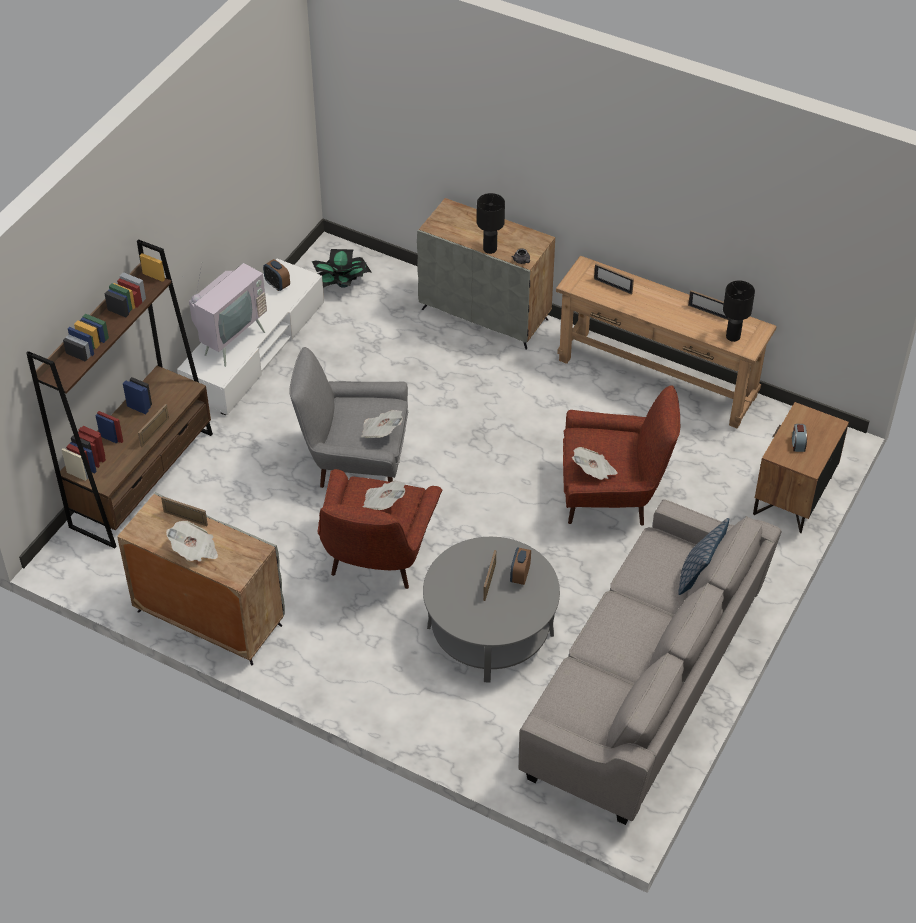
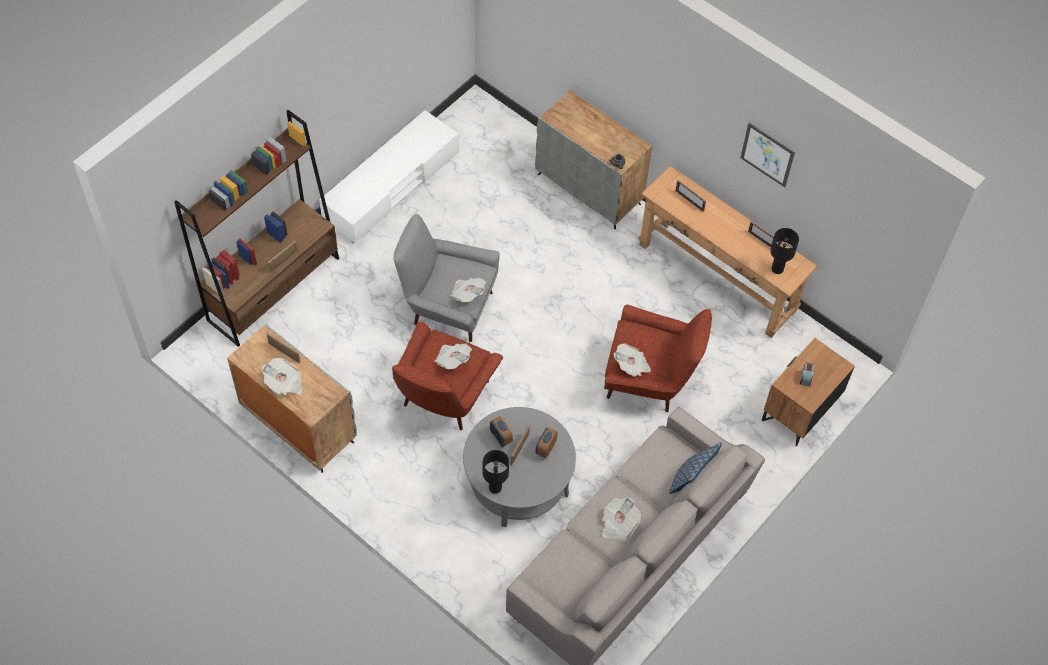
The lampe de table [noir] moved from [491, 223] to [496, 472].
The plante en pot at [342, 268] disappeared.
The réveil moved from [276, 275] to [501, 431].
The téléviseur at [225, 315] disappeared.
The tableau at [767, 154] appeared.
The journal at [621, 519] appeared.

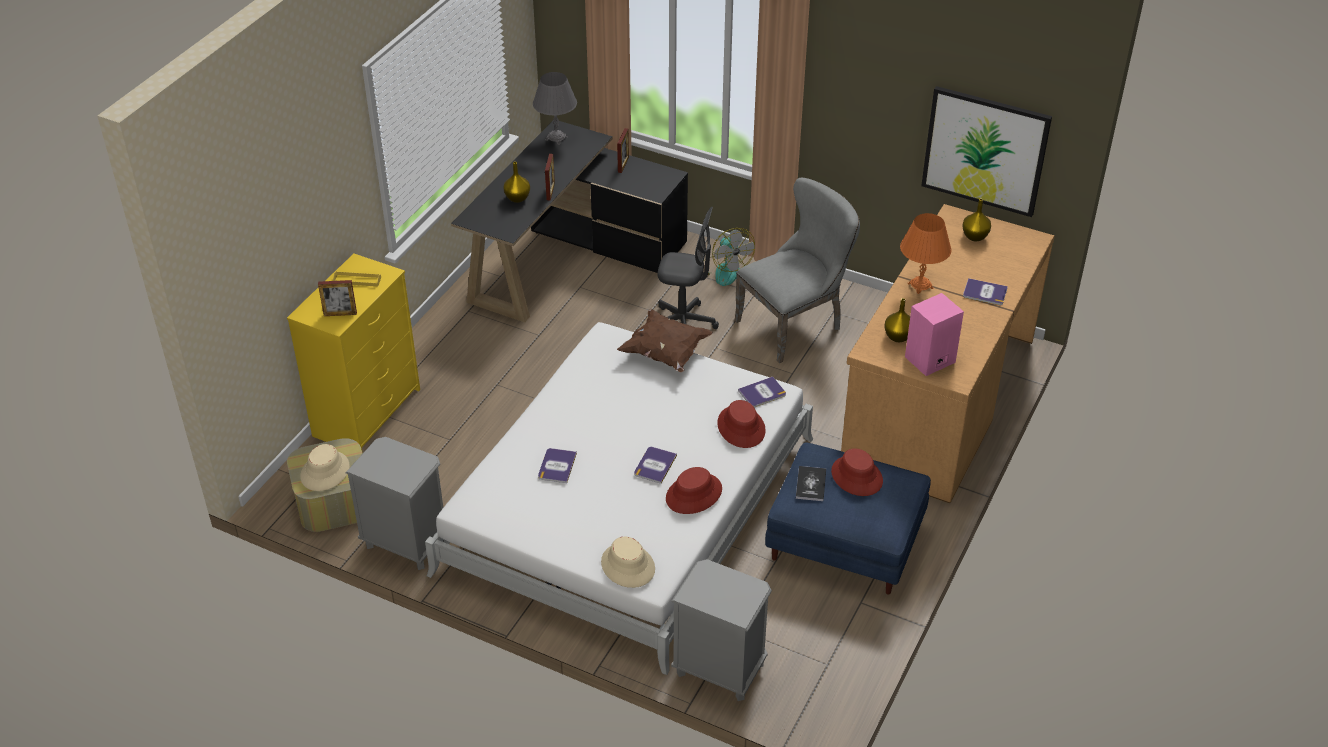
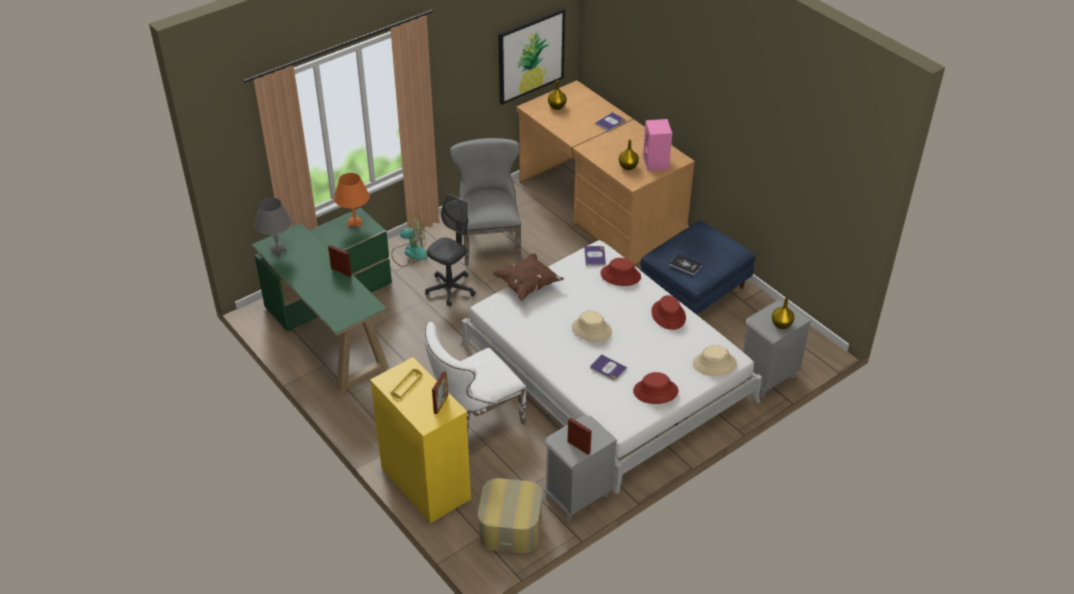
The bureau [noir] at [569, 220] became the bureau [vert] at [322, 299].
The cadre photo moved from [623, 150] to [579, 436].
The vase [jaune] moved from [516, 182] to [783, 313].
The lampe de table [orange] moved from [926, 253] to [352, 200].
The chapeau [beige] moved from [325, 467] to [592, 326].
The livre at [655, 465] disappeared.
The chapeau [rouge] moved from [857, 472] to [656, 388].
The chaise [blanc] at [475, 376] appeared.

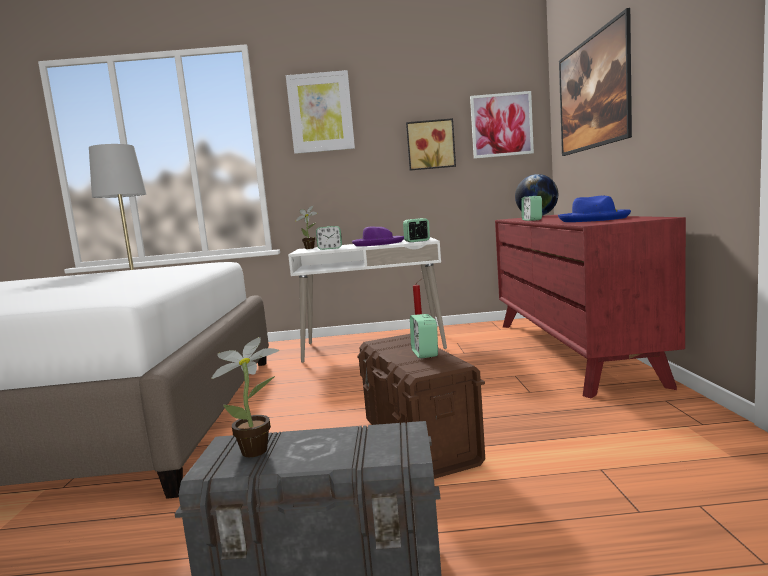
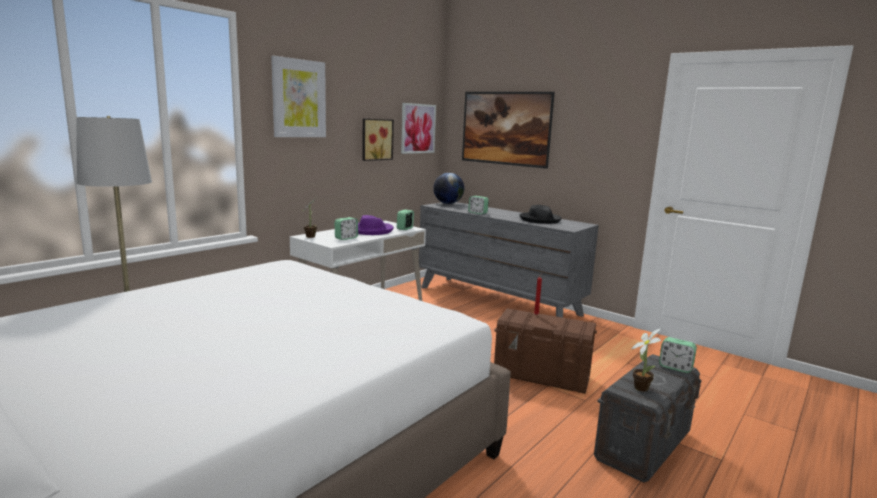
The chapeau [bleu] at [594, 209] became the chapeau [noir] at [540, 214].
The commode [rouge] at [590, 306] became the commode [gris] at [509, 260].
The réveil moved from [424, 336] to [678, 355].

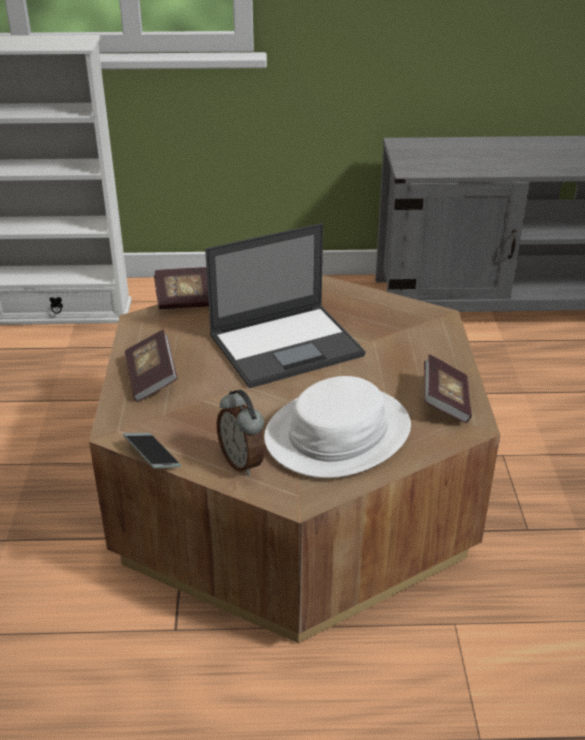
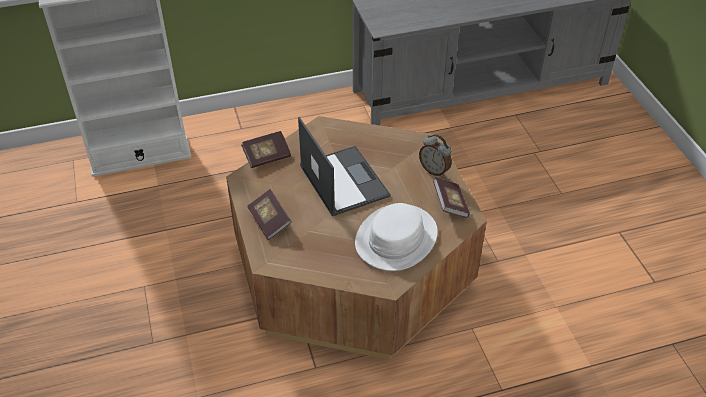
The ordinateur portable at [285, 305] turned 75 degrees counterclockwise.
The réveil moved from [240, 433] to [435, 155].
The téléphone at [152, 450] disappeared.

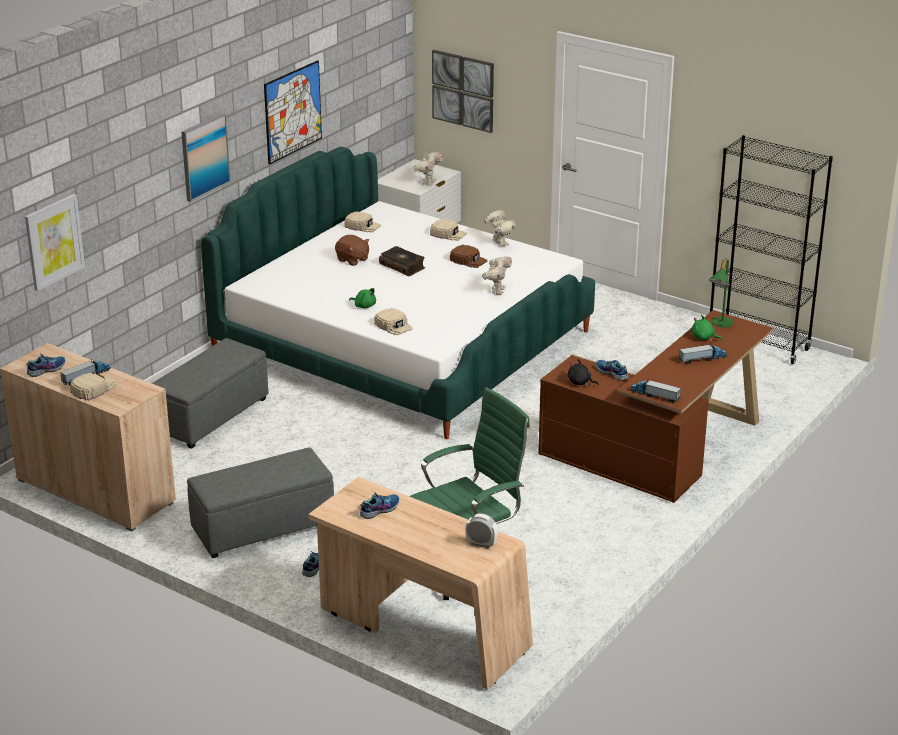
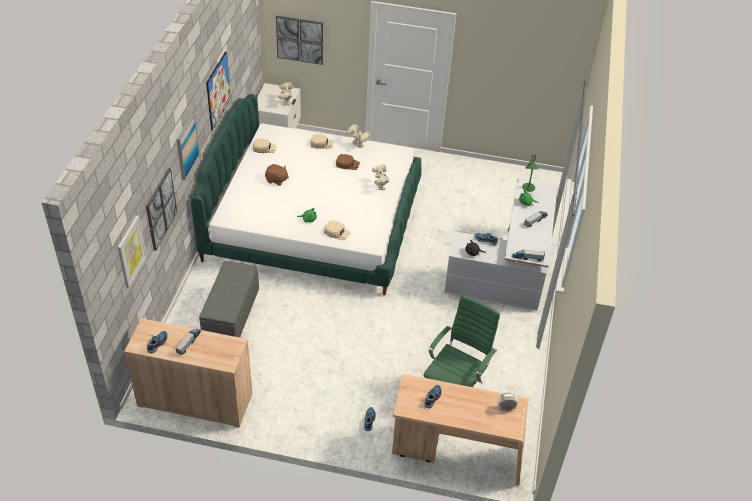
The bibliothèque [noir] at [771, 249] disappeared.
The livre at [402, 261] disappeared.
The bureau [marron] at [655, 406] became the bureau [blanc] at [501, 244].
The casquette [beige] at [93, 387] disappeared.
The pouf [gris] at [260, 502] disappeared.
The tableau at [161, 209] appeared.

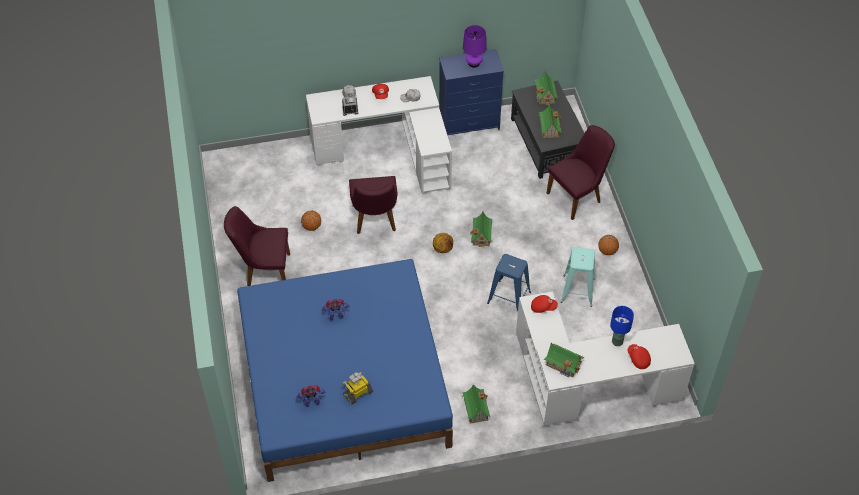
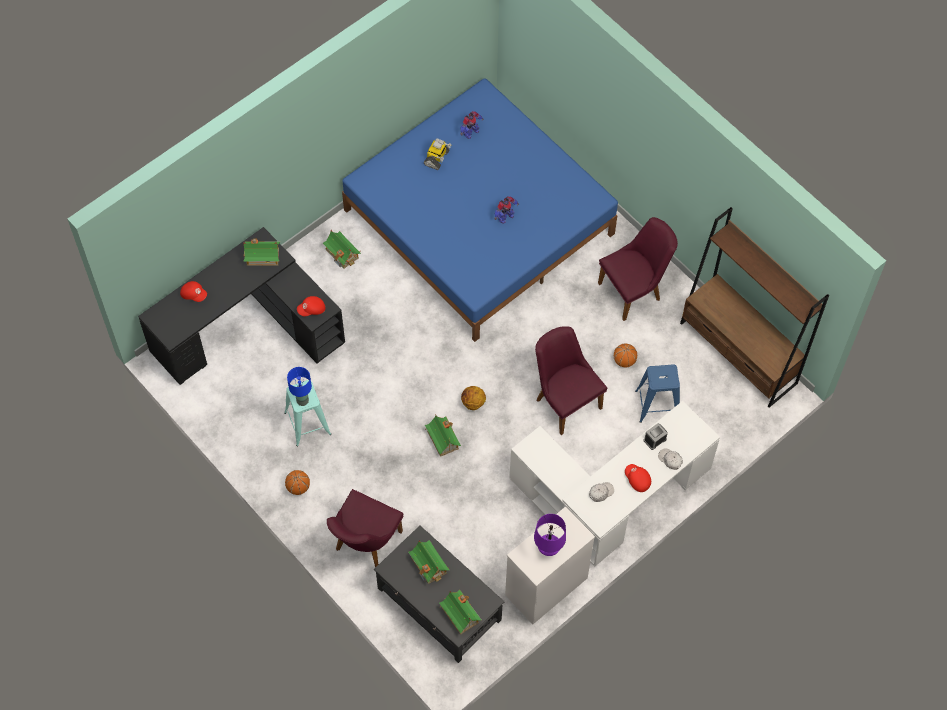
The commode [bleu] at [471, 92] became the commode [blanc] at [550, 565].
The tabouret [bleu] moved from [509, 282] to [657, 393].
The bureau [blanc] at [605, 359] became the bureau [noir] at [241, 306].
The lampe de table [bleu] moved from [622, 326] to [299, 386].
The bibliothèque [marron] at [754, 307] appeared.

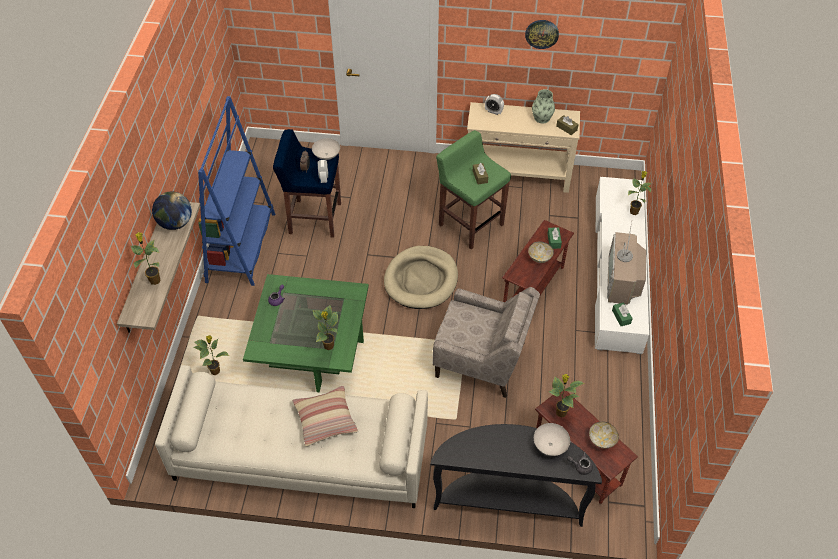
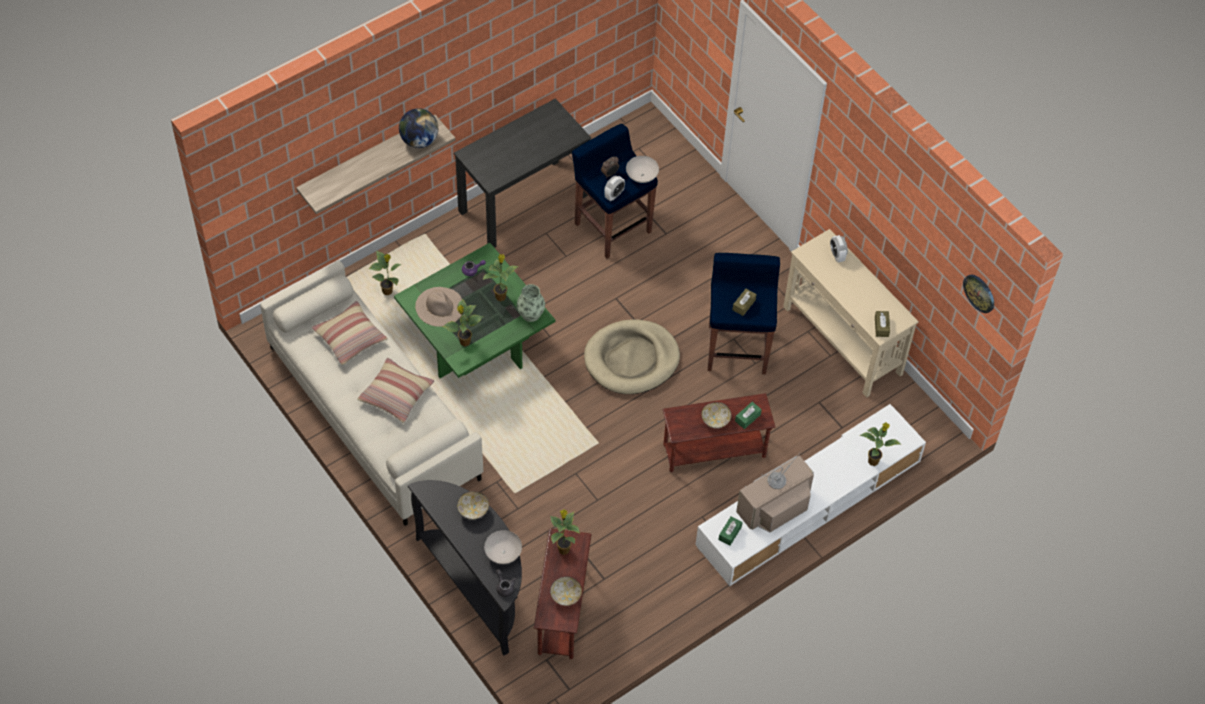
The horloge murale moved from [542, 34] to [978, 294].
The vase moved from [543, 106] to [531, 303].
The bibliothèque [bleu] at [236, 191] was replaced by the bureau [noir] at [522, 173].
The tabouret [vert] at [473, 189] became the tabouret [bleu] at [744, 313].
The plante en pot moved from [146, 258] to [501, 277].
The fauteuil [beige] at [486, 342] disappeared.
The chapeau [beige] at [438, 307] appeared.
The coussin at [350, 333] appeared.
The bol at [473, 505] appeared.

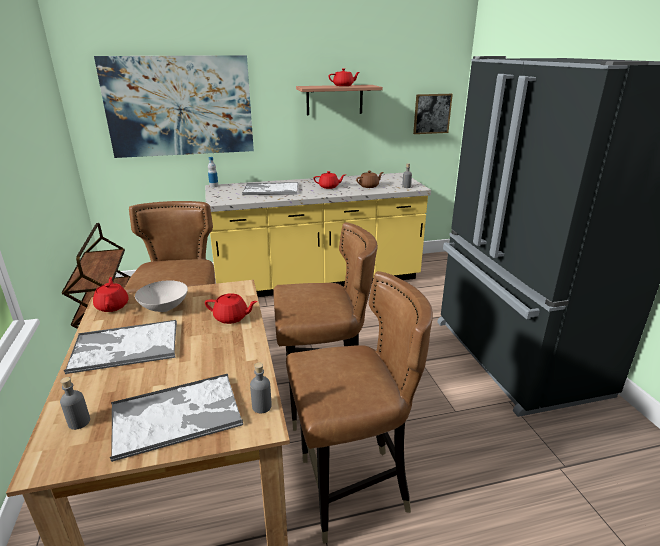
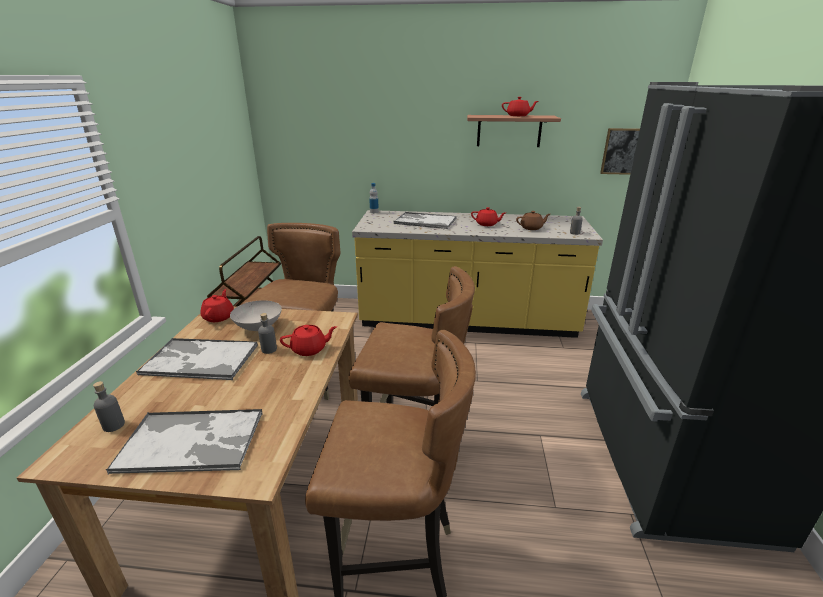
The tableau at [174, 106] disappeared.
The théière [rouge] at [231, 308] turned 45 degrees counterclockwise.
The bouteille [gris] moved from [261, 388] to [267, 333].

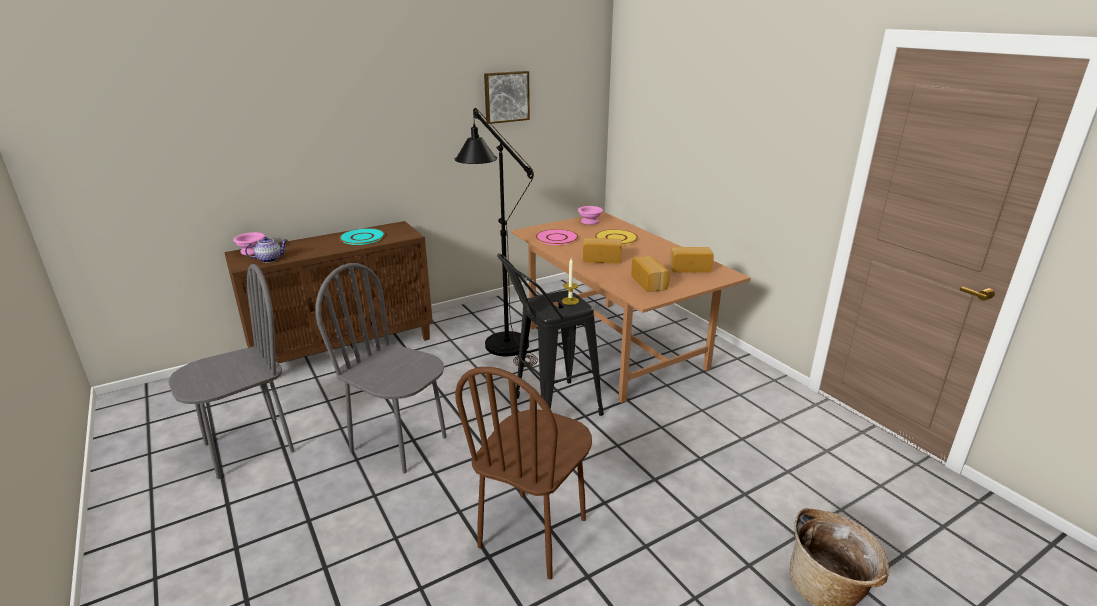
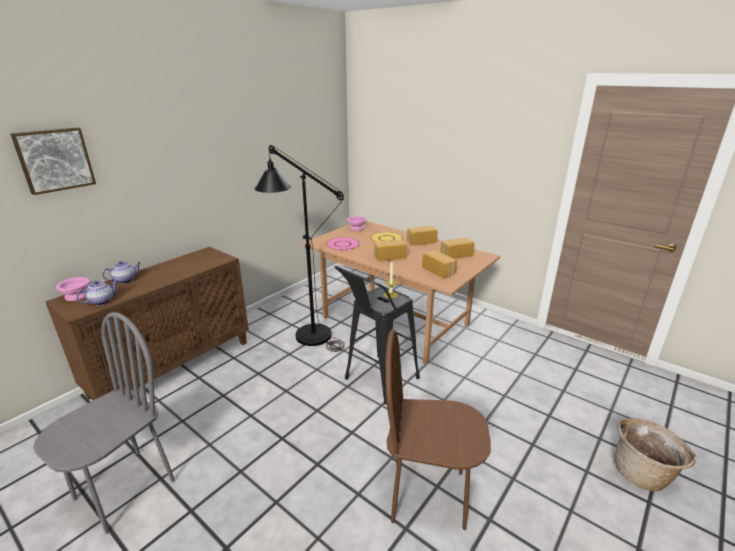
The tableau moved from [507, 97] to [53, 161].
The assiette [turquoise] at [362, 236] disappeared.
The chaise [gris] at [380, 368] disappeared.
The chaise [marron] at [523, 473] turned 90 degrees clockwise.
The pain at [422, 236] appeared.
The théière at [121, 272] appeared.

